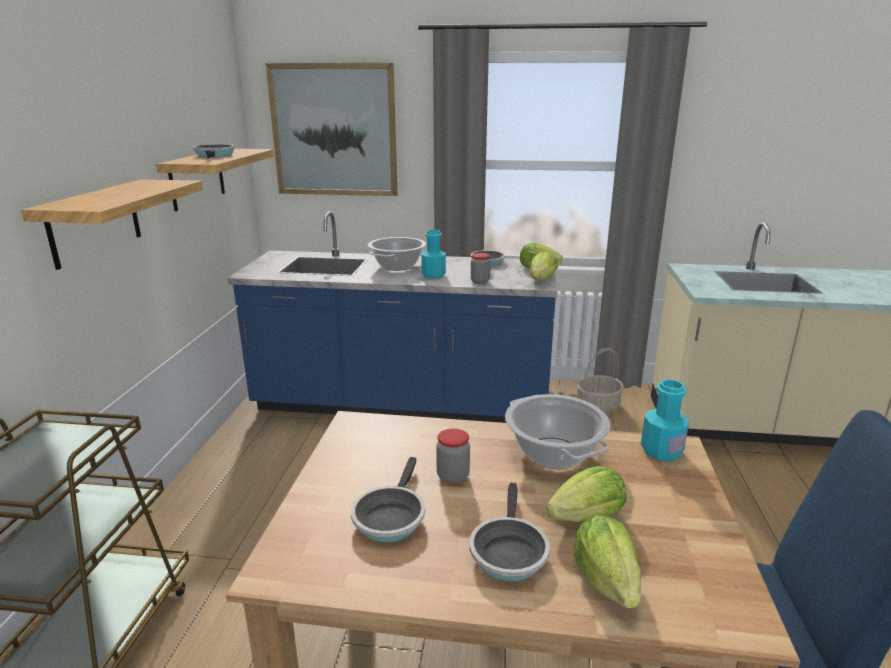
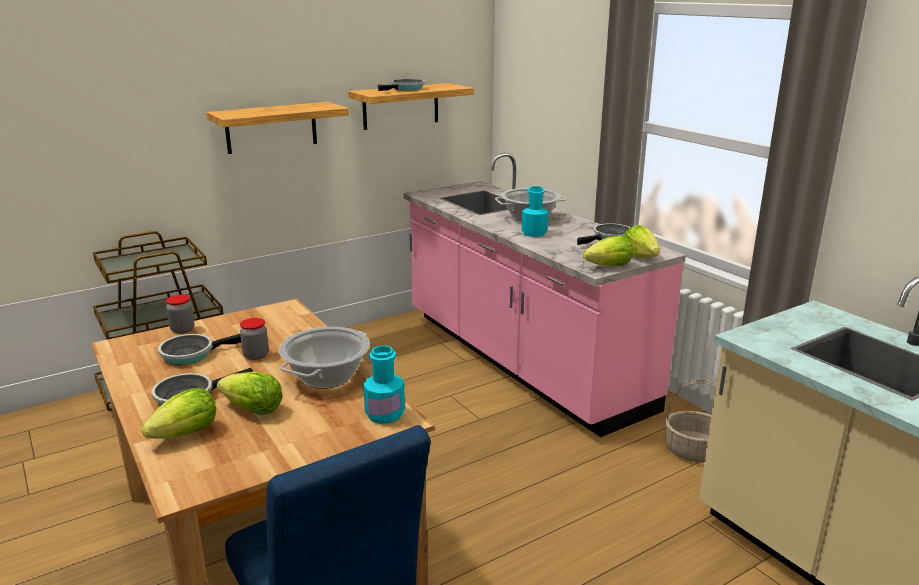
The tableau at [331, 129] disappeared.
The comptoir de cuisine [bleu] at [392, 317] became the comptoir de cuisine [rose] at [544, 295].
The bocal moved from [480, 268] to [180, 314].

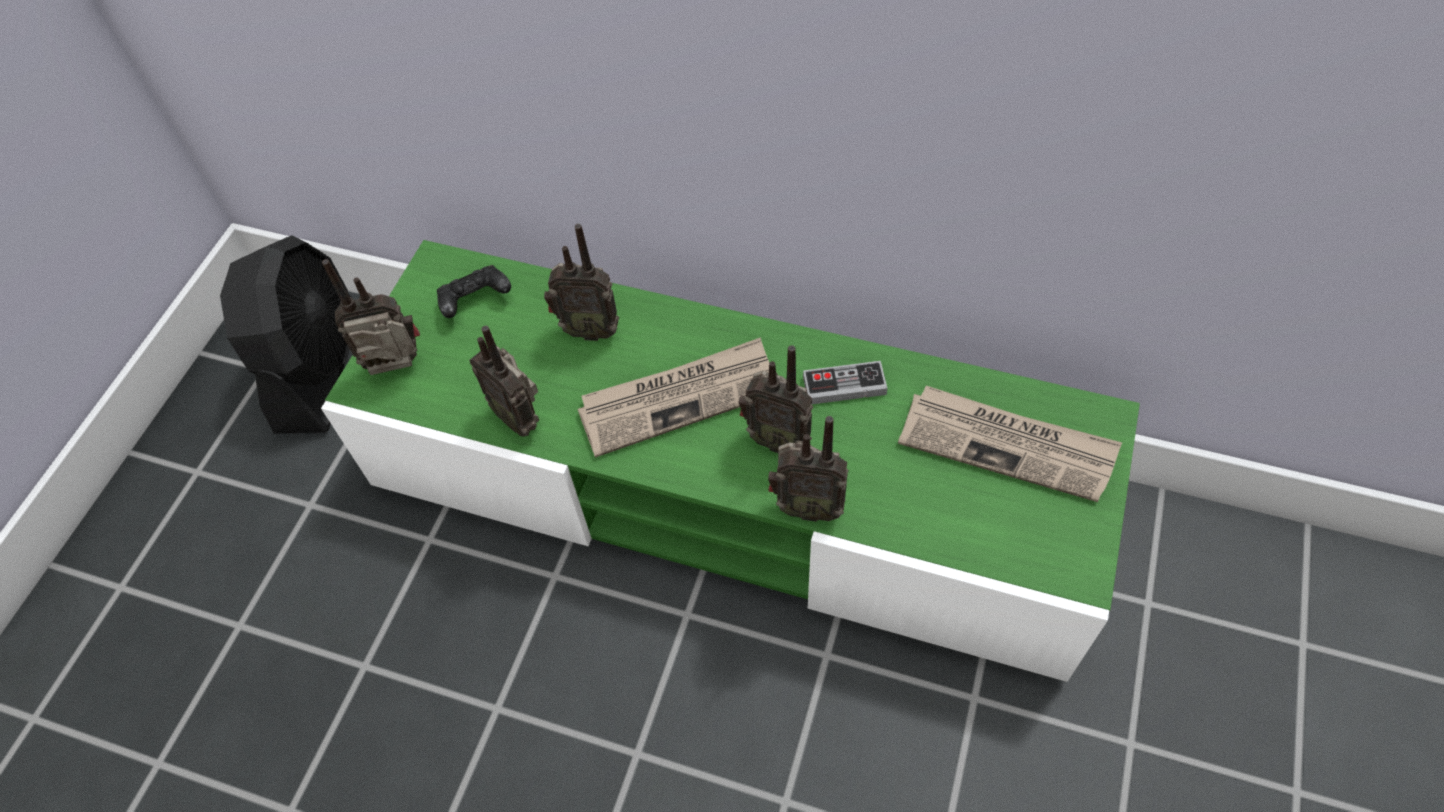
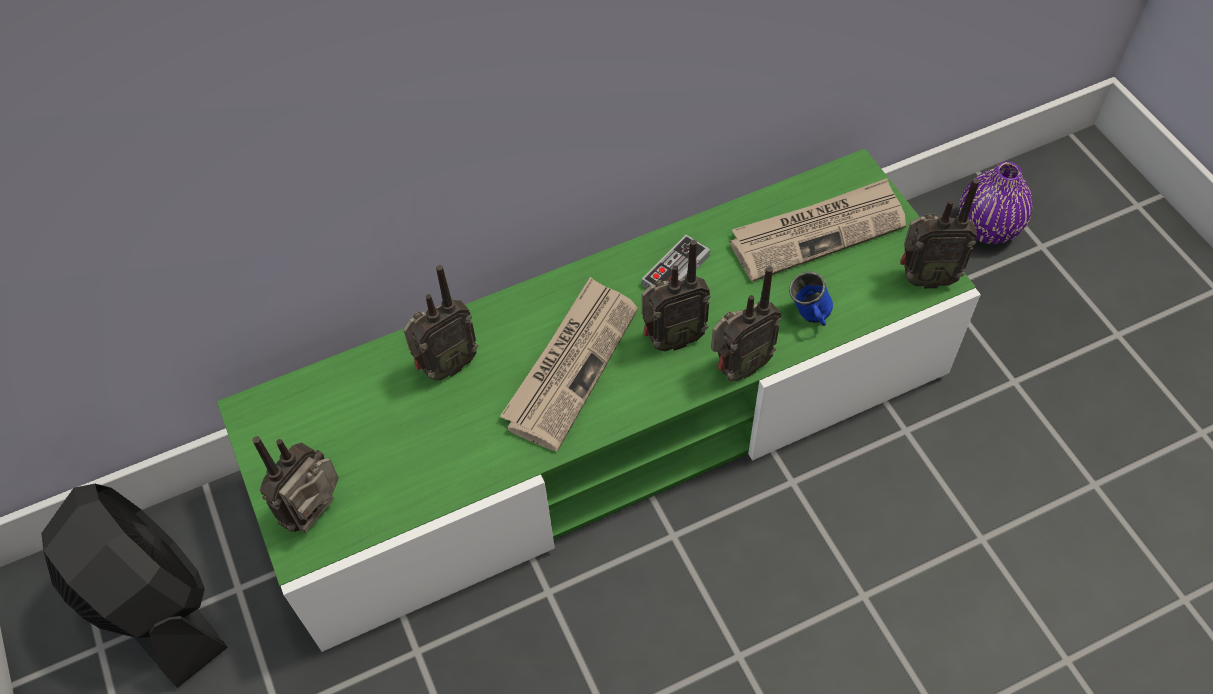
The manette [noir] at [474, 291] disappeared.
The radio moved from [504, 381] to [939, 233].
The vase [violet] at [995, 203] appeared.
The mug [bleu] at [811, 298] appeared.

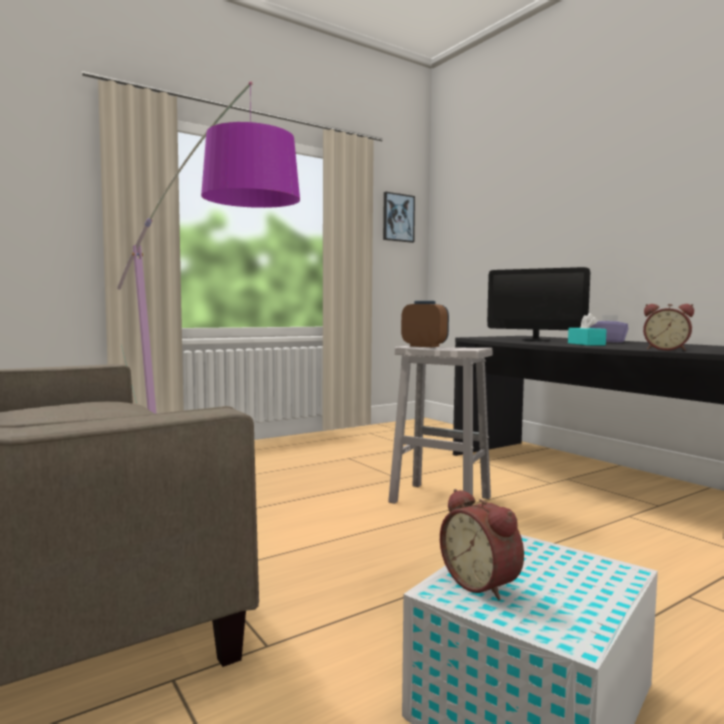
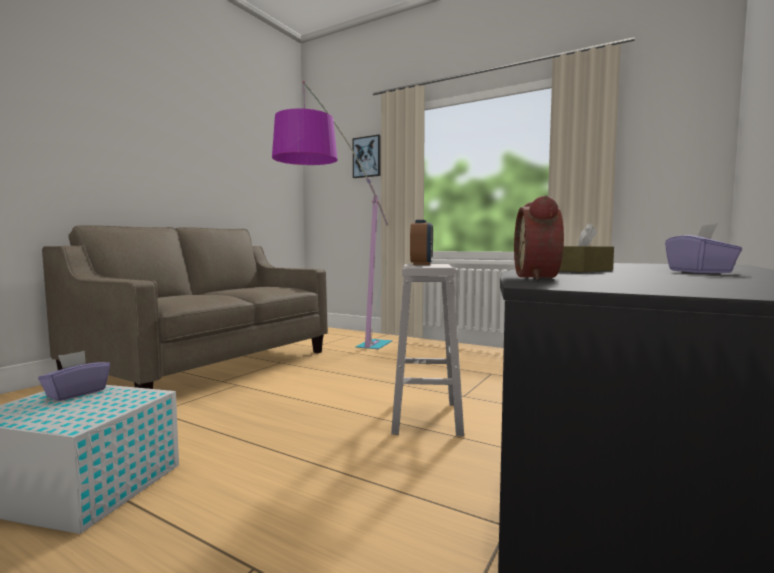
The tableau moved from [399, 217] to [367, 156].
The écran d'ordinateur at [538, 304] disappeared.
The boîte à mouchoirs [turquoise] at [587, 329] became the boîte à mouchoirs [marron] at [586, 247].
The réveil at [482, 545] was replaced by the boîte à mouchoirs [violet] at [74, 376].

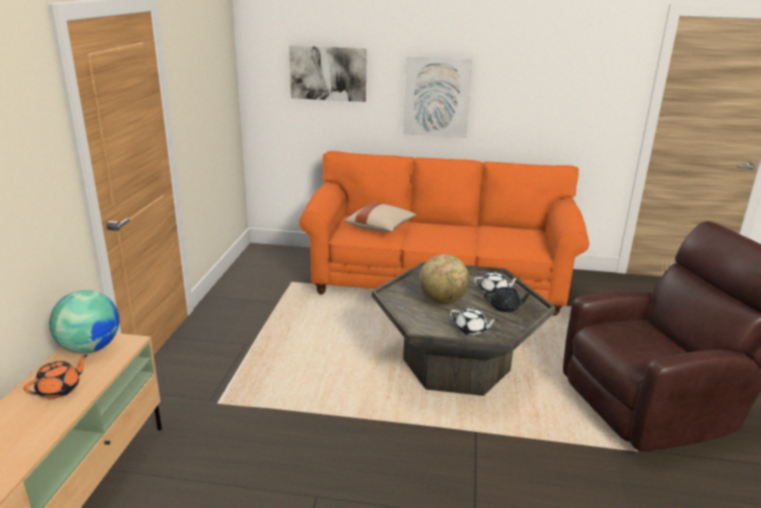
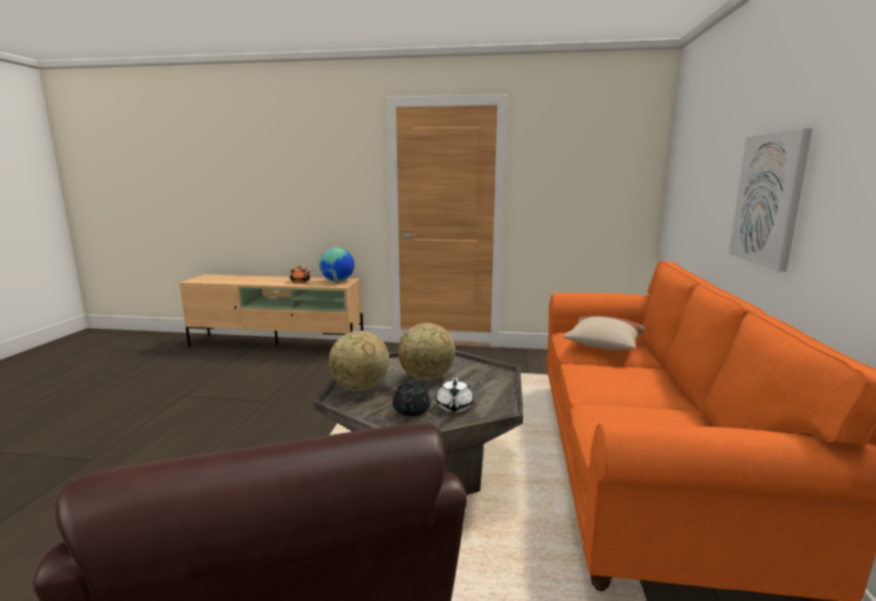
The tableau at [328, 73] disappeared.
The théière [blanc] at [474, 321] was replaced by the globe at [359, 361].

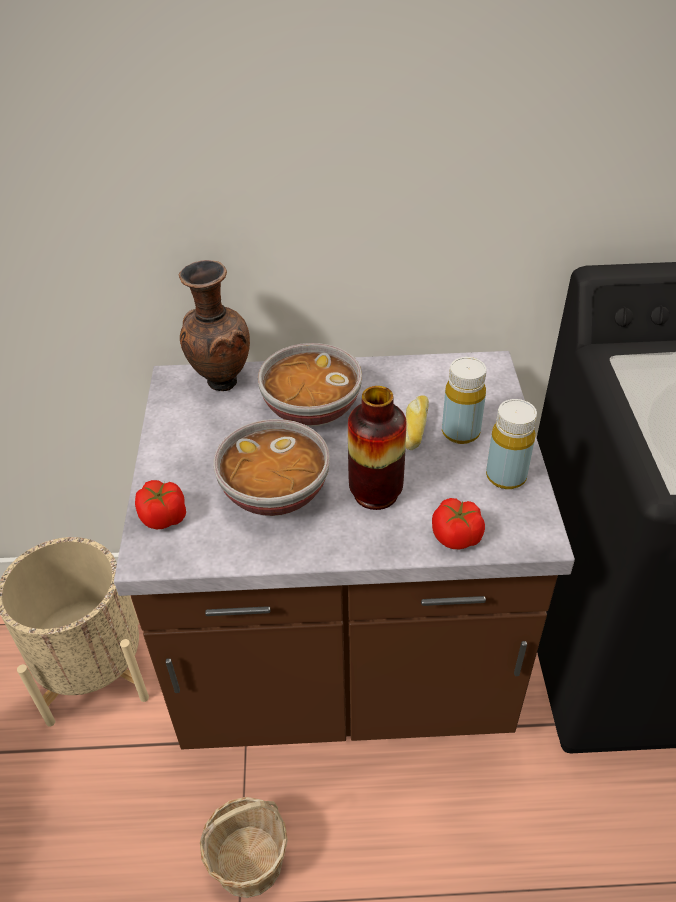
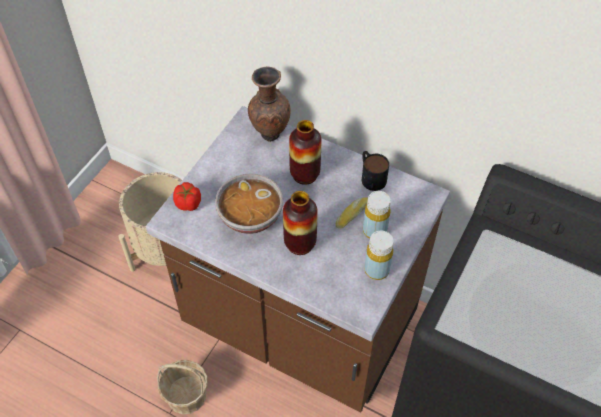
The bol at [310, 385] was replaced by the vase at [305, 152].
The tomate at [458, 523] disappeared.
The mug at [375, 171] appeared.

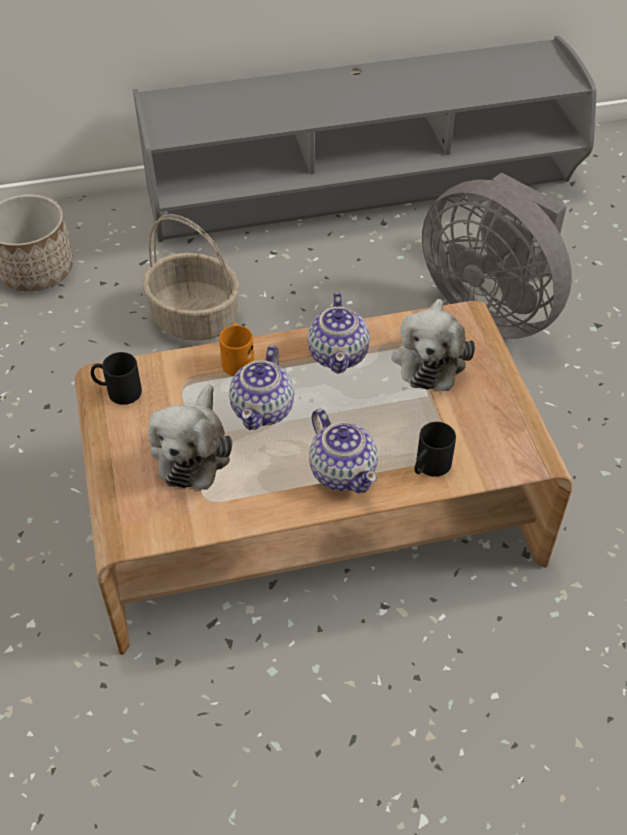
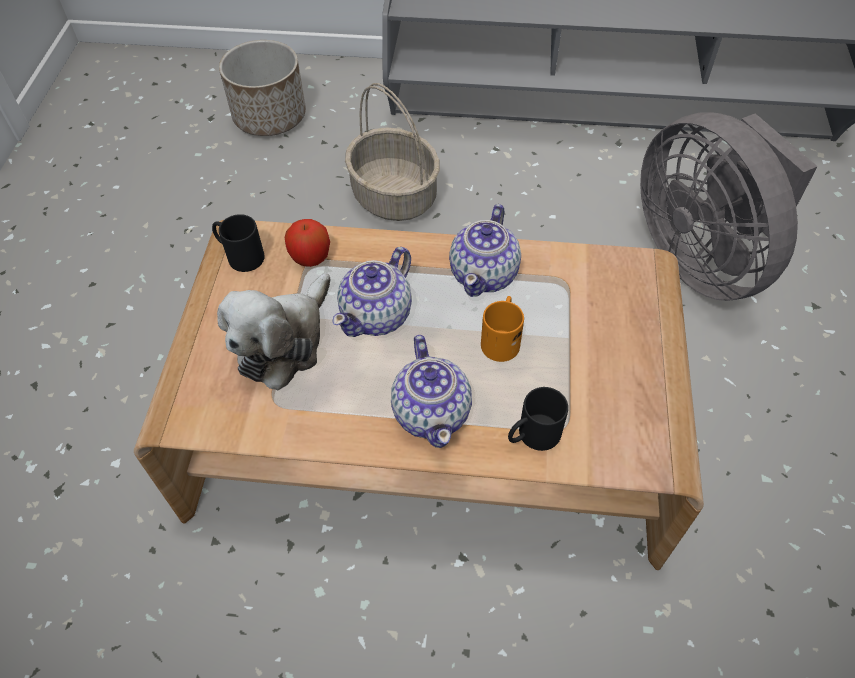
The peluche at [433, 345] disappeared.
The mug [orange] moved from [236, 349] to [502, 329].
The pomme at [307, 243] appeared.

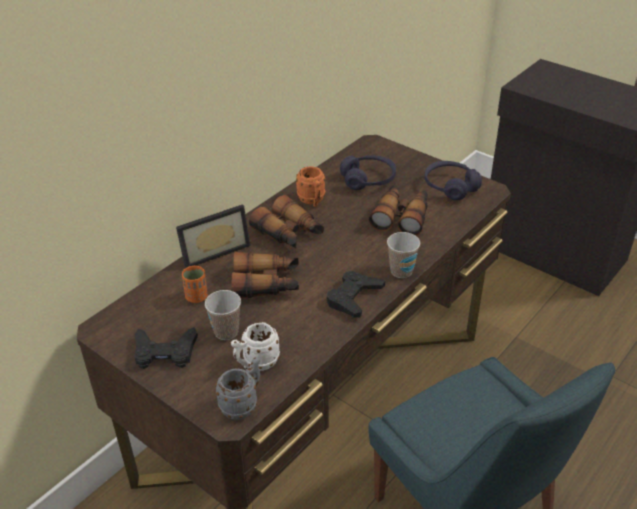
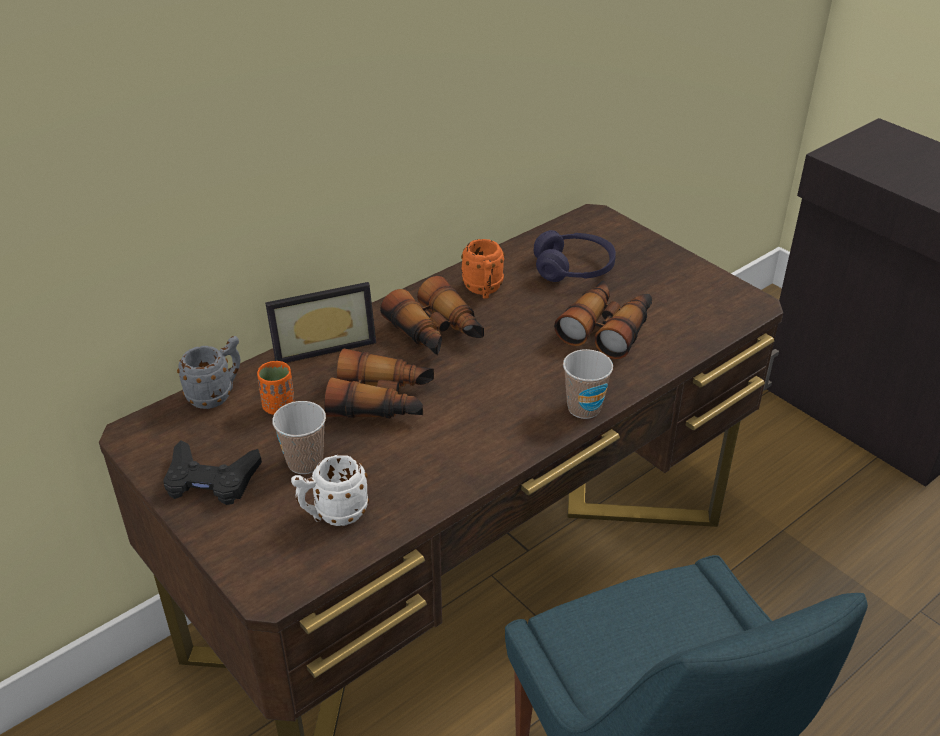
The casque audio [violet] at [453, 181] disappeared.
The manette [noir] at [356, 294] disappeared.
The mug [gris] moved from [237, 388] to [208, 372].

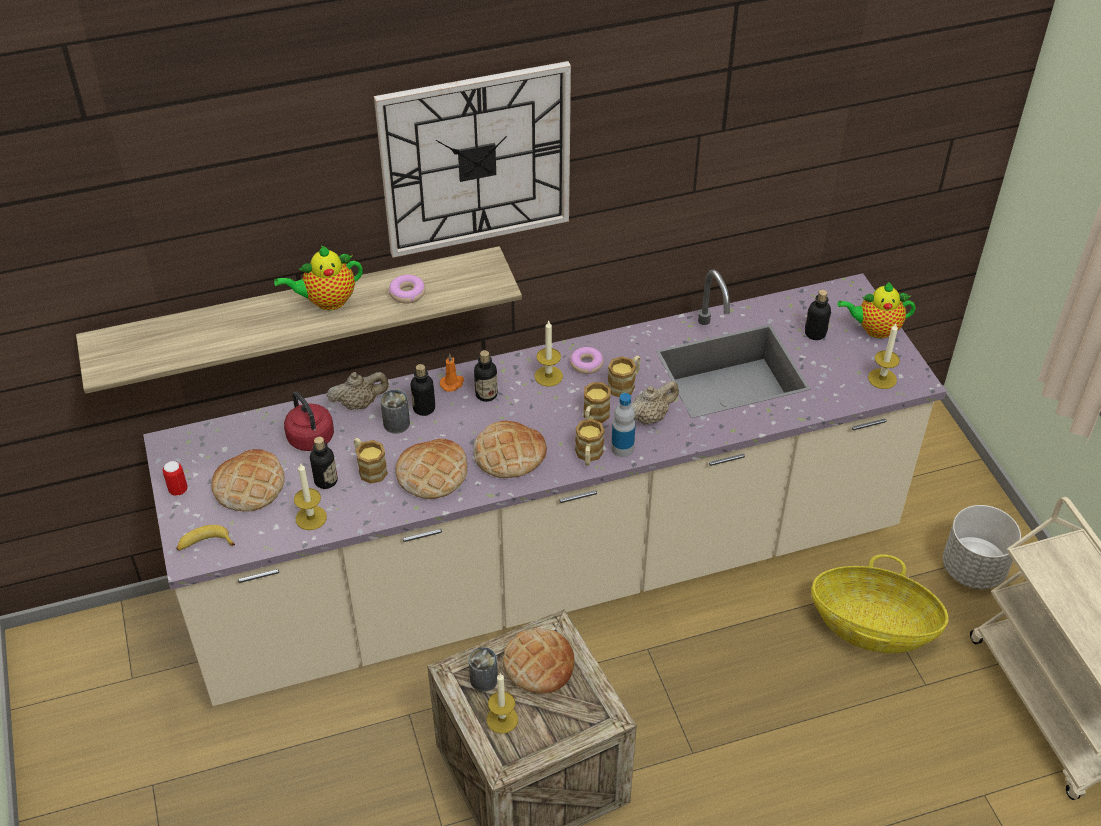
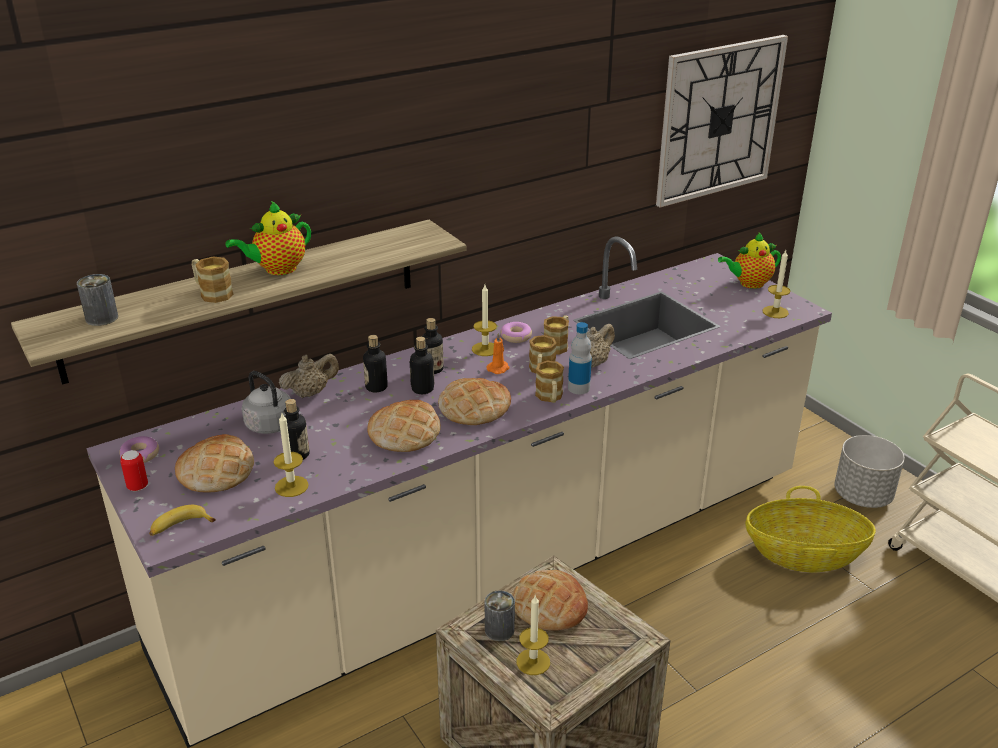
The horloge murale moved from [472, 159] to [722, 121].
The beignet moved from [407, 289] to [139, 449].
The bouteille moved from [818, 315] to [422, 365].
The bougie [orange] moved from [452, 373] to [498, 353].
The boîte métallique moved from [395, 412] to [97, 300].
The bouilloire [rouge] at [309, 421] became the bouilloire [gris] at [266, 402].
The mug moved from [371, 461] to [212, 280].

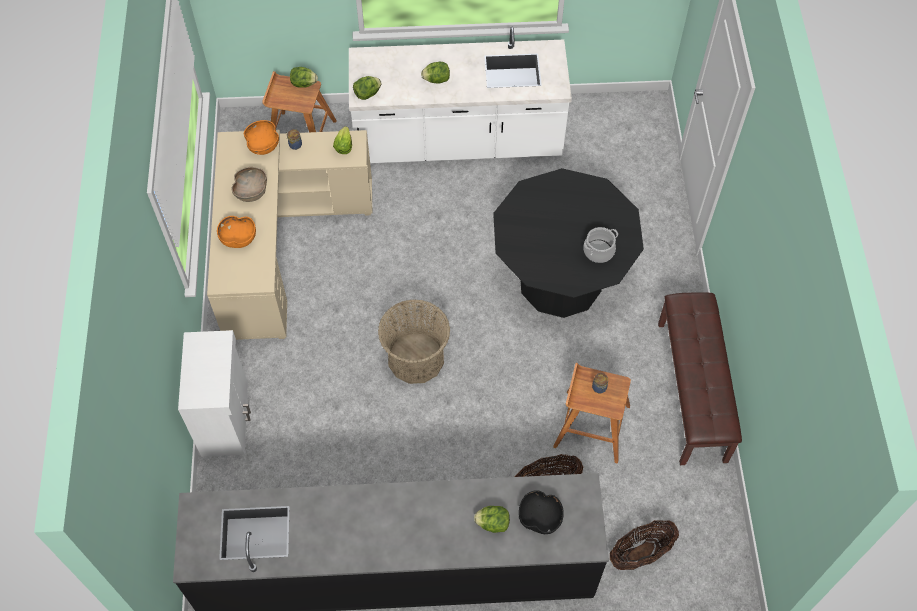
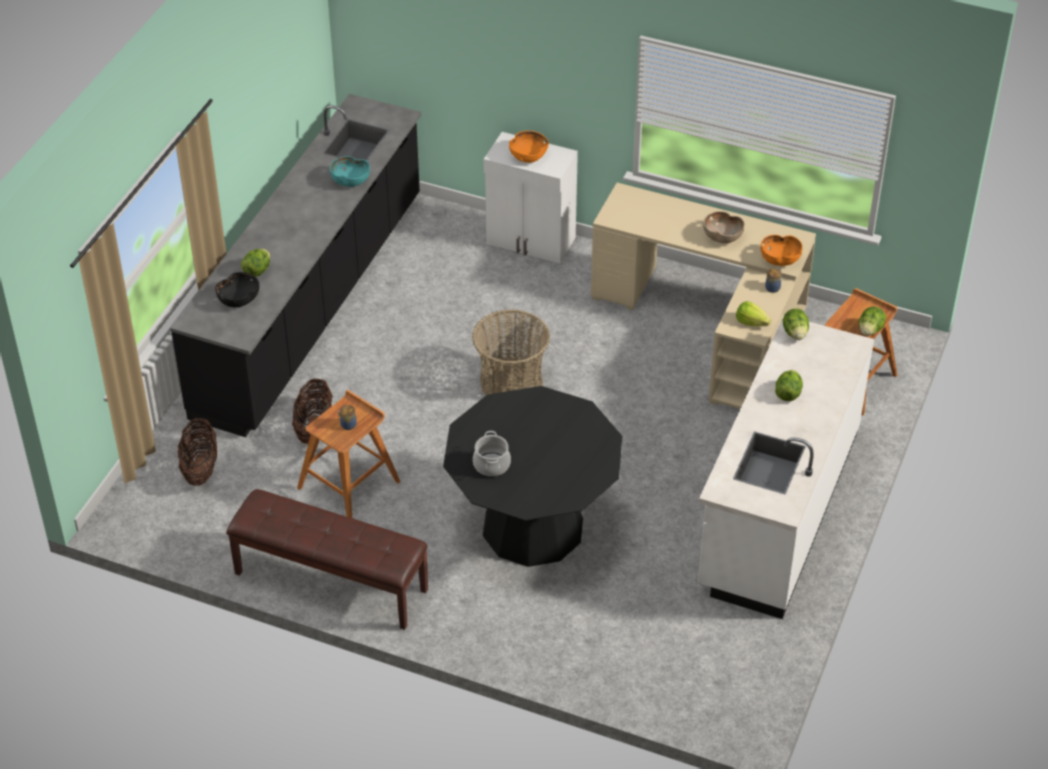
The bol [orange] moved from [236, 232] to [529, 147].
The bol [turquoise] at [350, 171] appeared.

